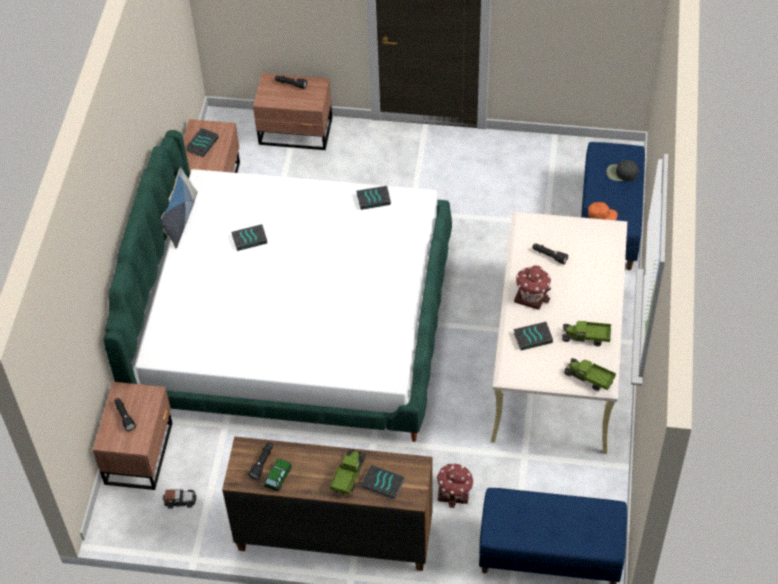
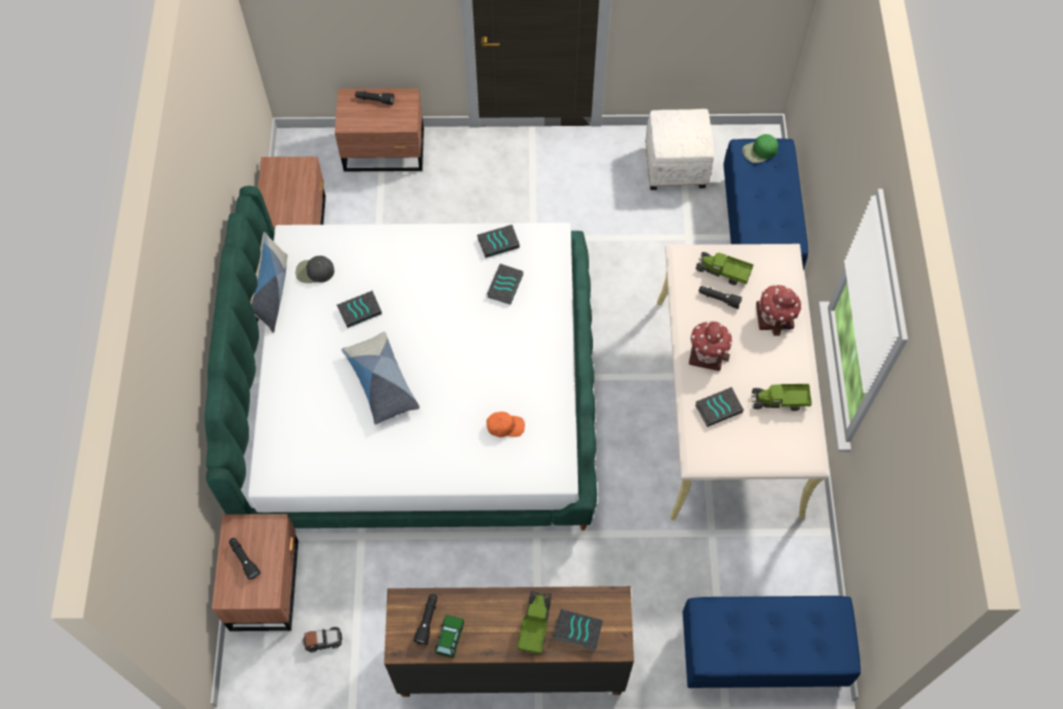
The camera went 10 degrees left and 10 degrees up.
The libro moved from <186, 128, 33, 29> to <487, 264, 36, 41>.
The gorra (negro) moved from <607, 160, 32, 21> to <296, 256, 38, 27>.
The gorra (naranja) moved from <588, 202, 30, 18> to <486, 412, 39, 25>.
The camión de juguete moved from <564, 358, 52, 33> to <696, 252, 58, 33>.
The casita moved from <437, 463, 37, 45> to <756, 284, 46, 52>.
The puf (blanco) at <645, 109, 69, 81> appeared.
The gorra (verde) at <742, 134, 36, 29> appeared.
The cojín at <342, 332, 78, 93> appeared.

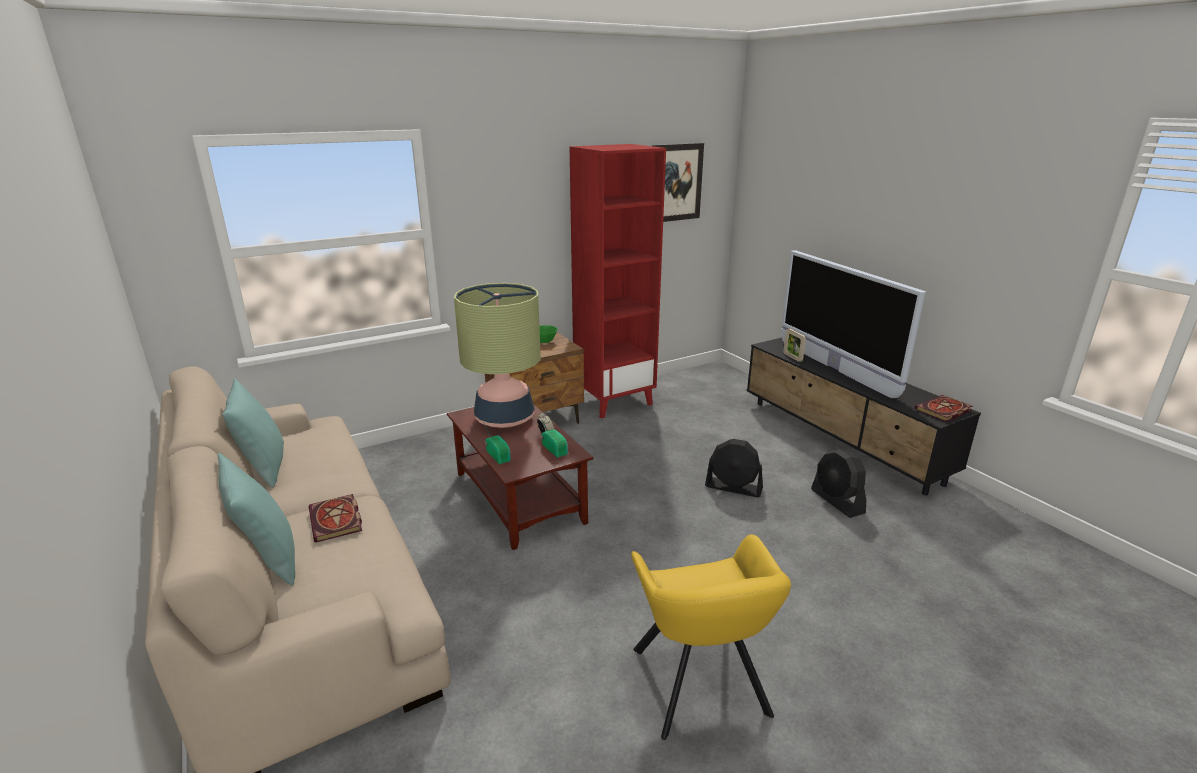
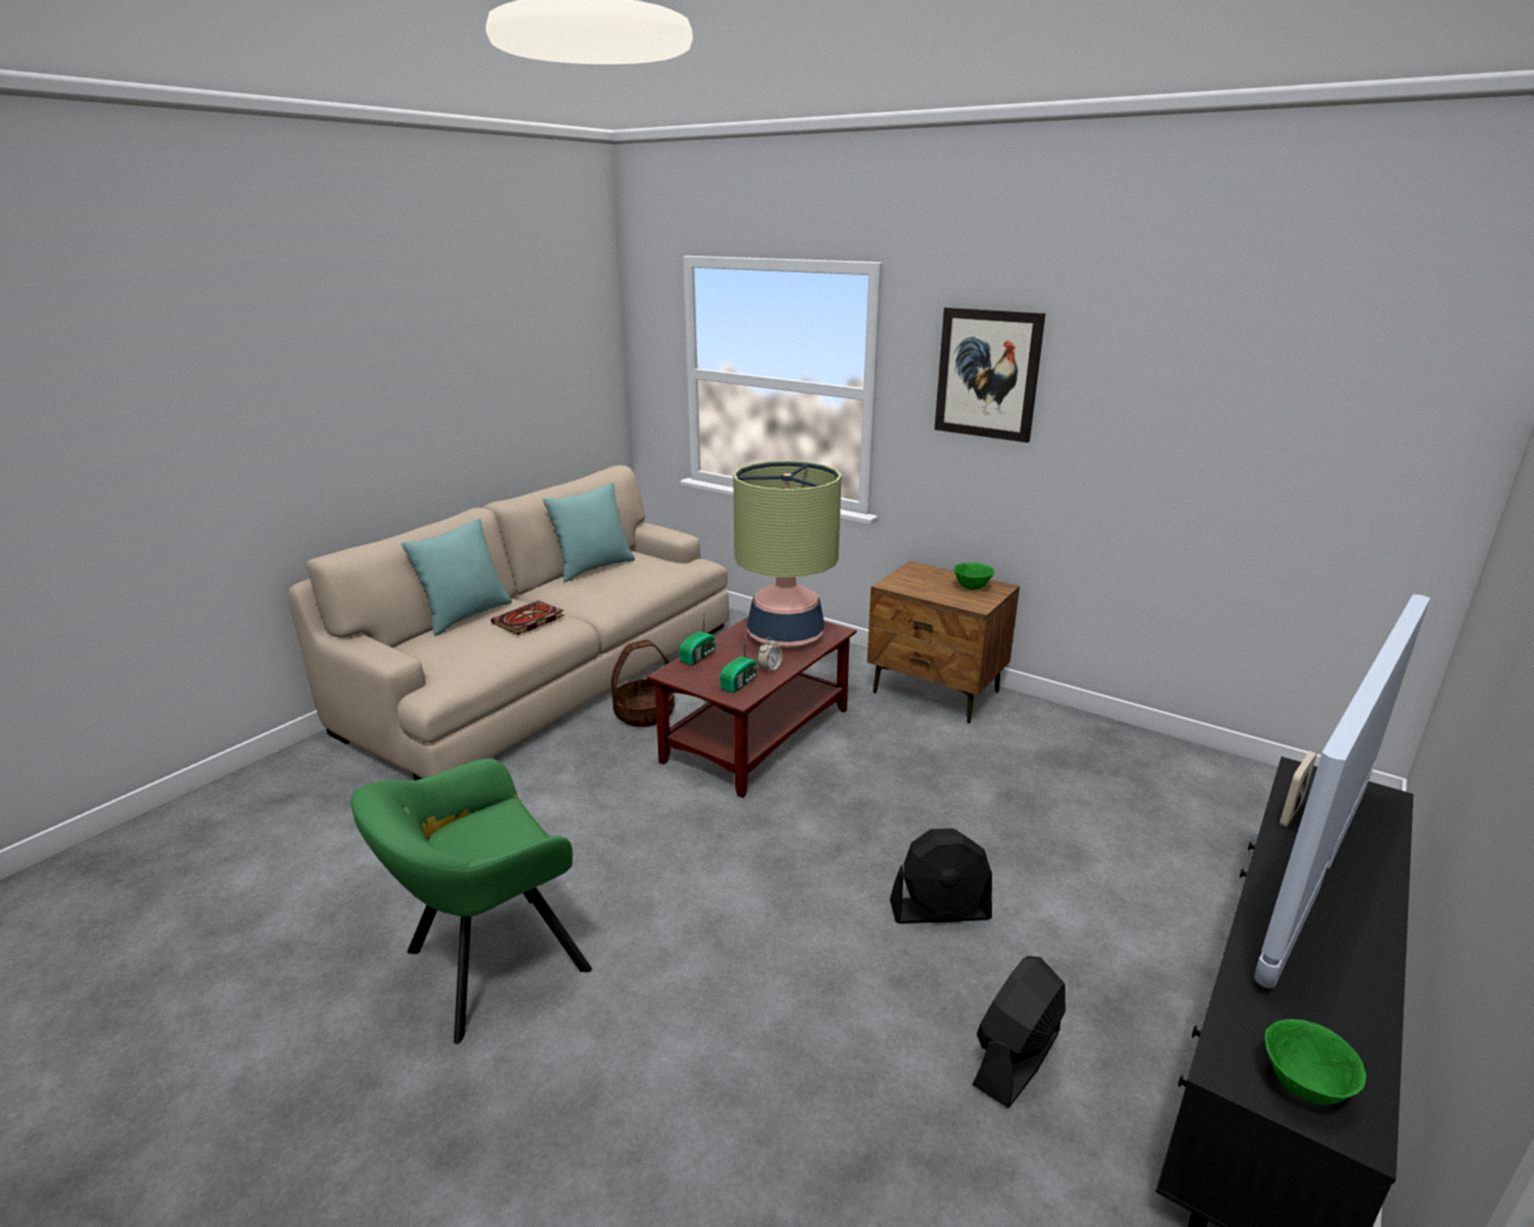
The camera went 65 degrees right and 0 degrees up.
The cuadro moved from <652, 143, 52, 79> to <934, 307, 112, 136>.
The estantería (rojo) at <570, 144, 96, 275> disappeared.
The libro at <915, 395, 58, 27> was replaced by the cuenco (verde) at <1265, 1019, 101, 86>.
The ventilador (negro) at <705, 439, 58, 58> turned 90 degrees counterclockwise.
The sillón (amarillo) at <632, 534, 159, 206> became the sillón (verde) at <351, 758, 241, 286>.
The cesta at <611, 640, 63, 87> appeared.

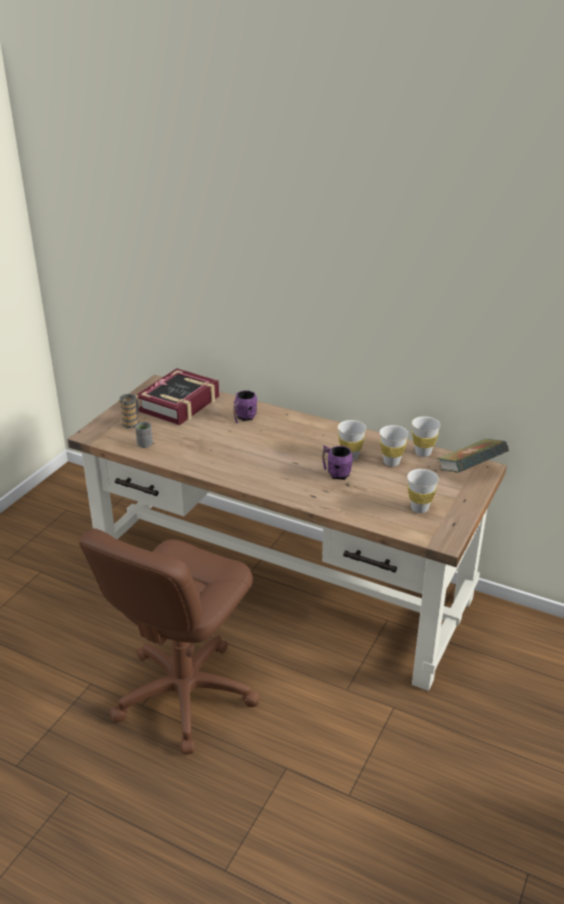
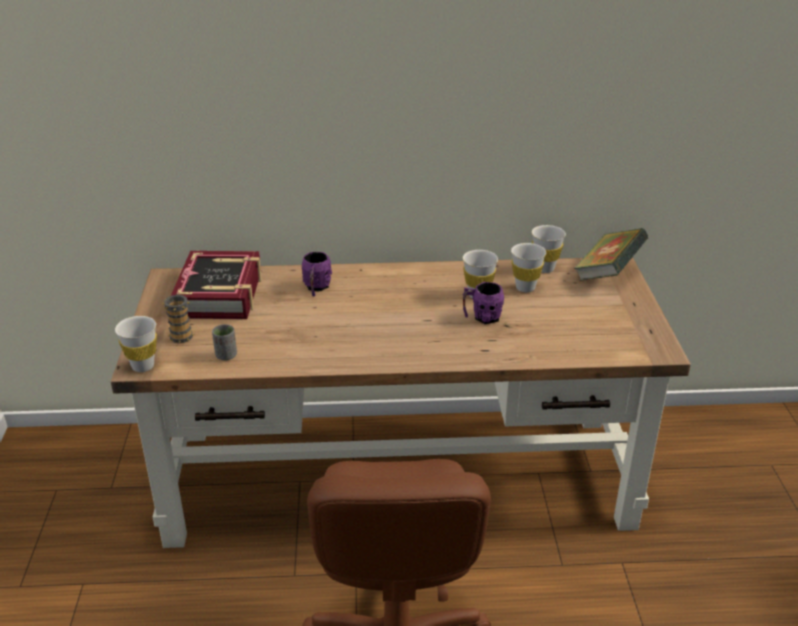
The camera went 30 degrees left and 0 degrees up.
The taza (blanco) moved from <407, 469, 32, 44> to <115, 316, 42, 56>.

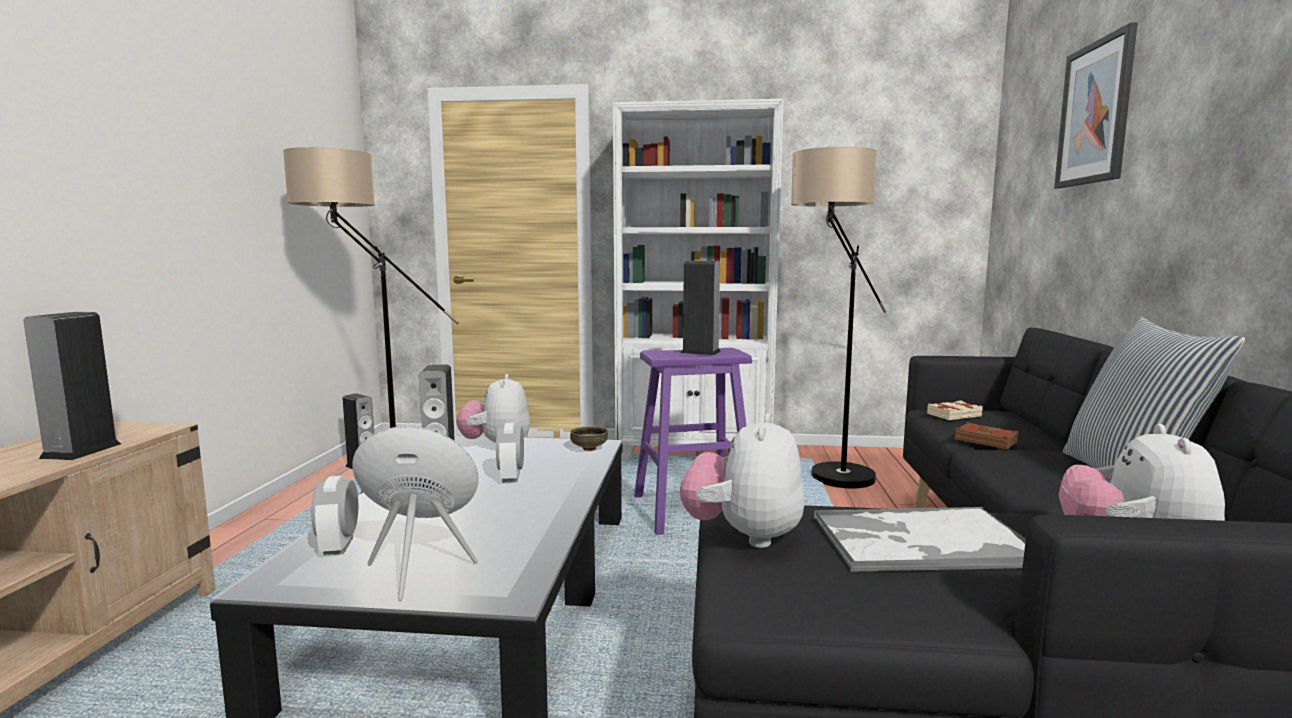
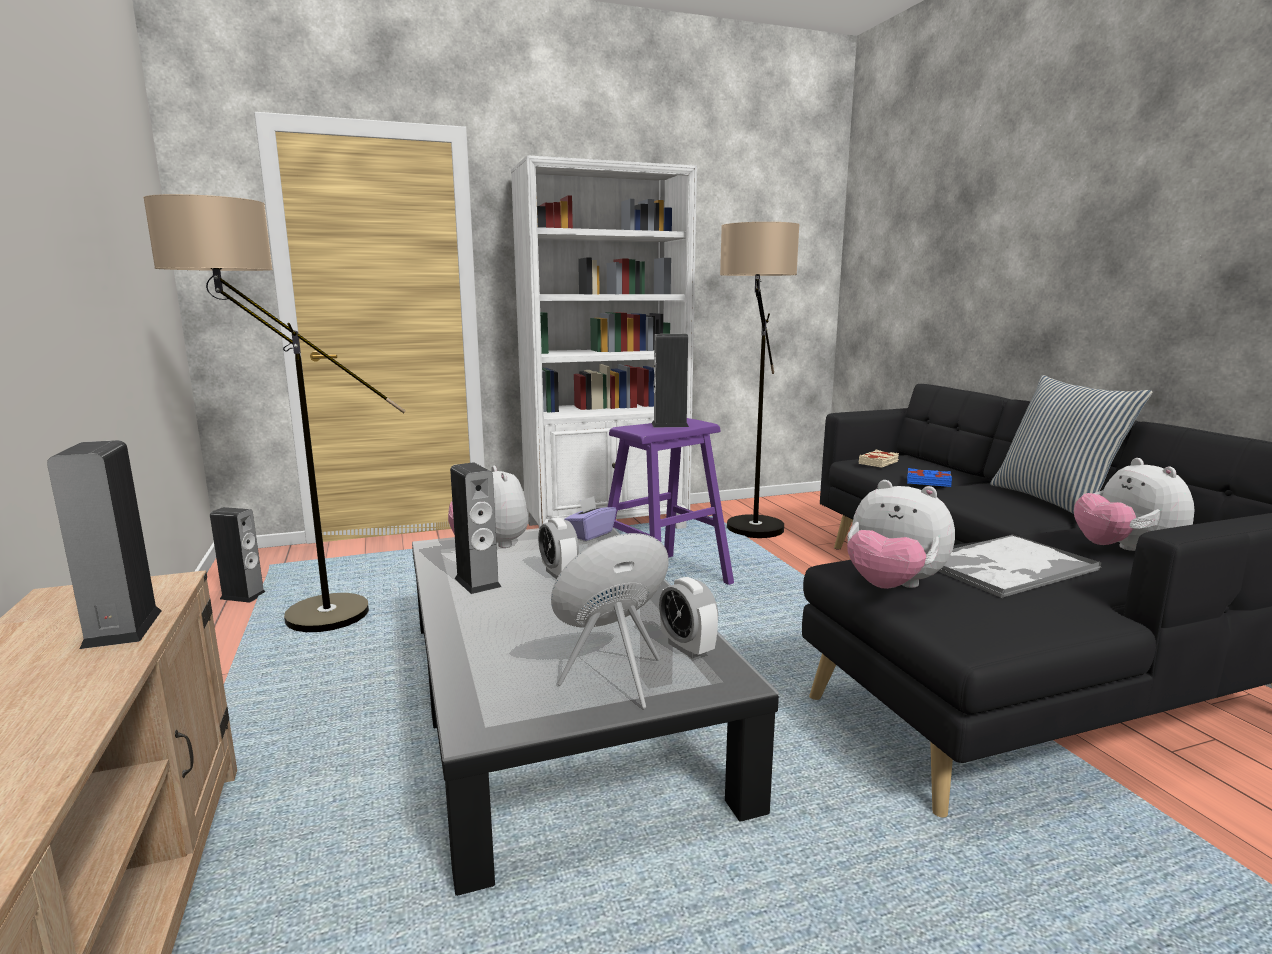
The camera went 25 degrees left and 5 degrees up.
The cuadro at <1054, 22, 84, 167> disappeared.
The peluche at <680, 413, 124, 135> turned 45 degrees counterclockwise.
The libro (marrón) at <955, 422, 64, 27> became the libro (azul) at <907, 468, 45, 19>.
The cuenco at <570, 426, 38, 25> was replaced by the caja de pañuelos (morado) at <564, 496, 52, 45>.
The despertador moved from <311, 476, 47, 80> to <659, 577, 59, 82>.

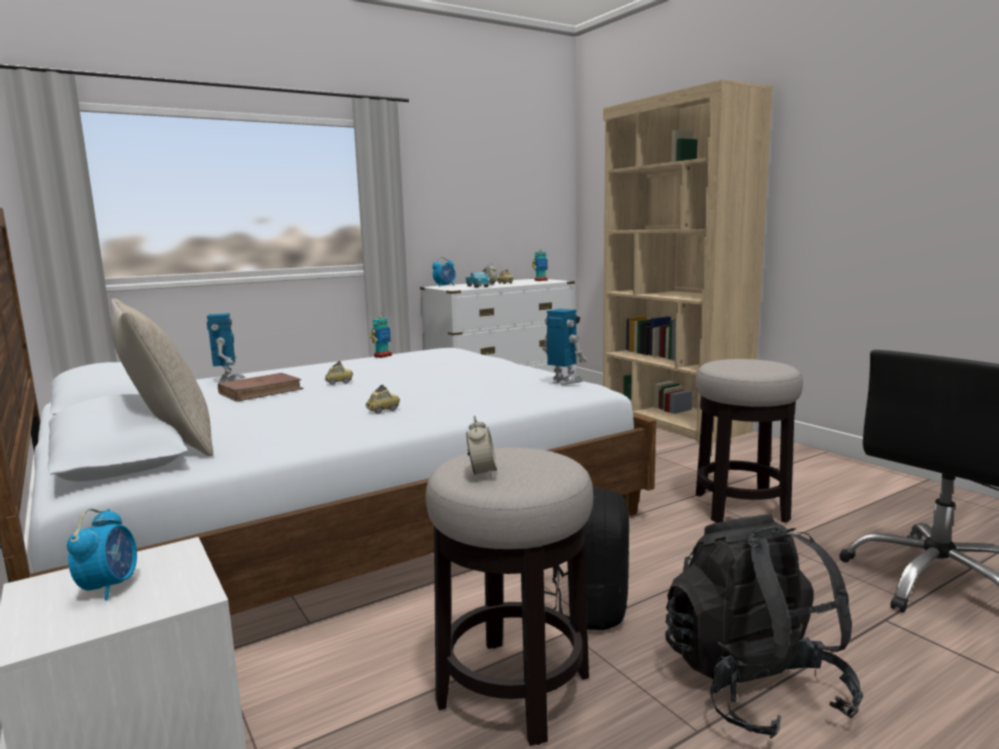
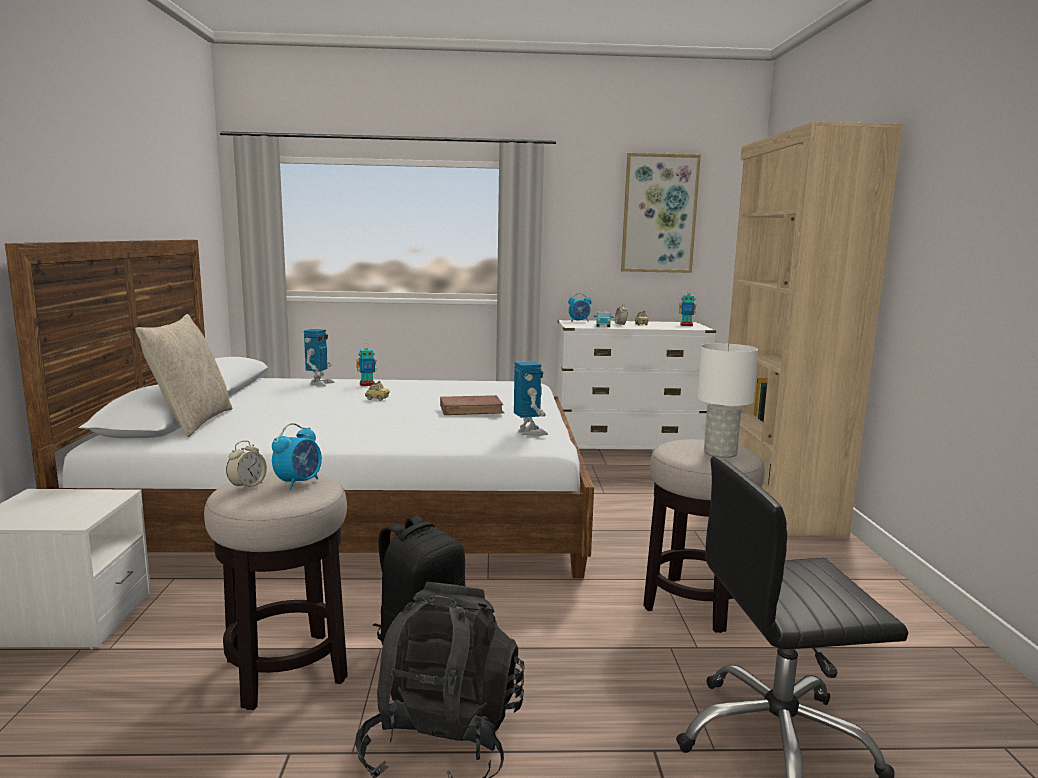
The camera went 30 degrees right and 0 degrees up.
The robot de juguete moved from <370, 313, 22, 45> to <356, 343, 21, 43>.
The libro (marrón) moved from <218, 373, 86, 29> to <440, 395, 64, 20>.
The coche de juguete at <366, 385, 34, 29> disappeared.
The despertador moved from <67, 509, 70, 92> to <272, 423, 50, 67>.
The cuadro at <621, 153, 80, 120> appeared.
The lámpara de mesa (blanco) at <697, 343, 61, 115> appeared.

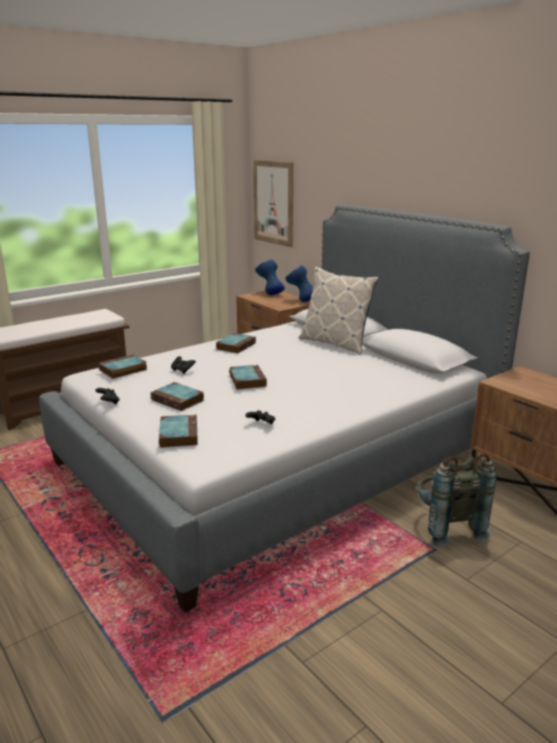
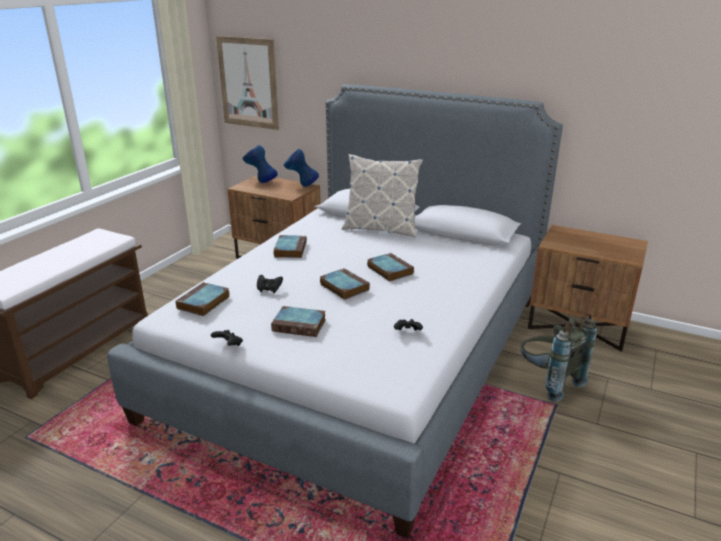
The camera went 25 degrees left and 5 degrees up.
The libro moved from <159, 414, 39, 34> to <367, 253, 47, 29>.

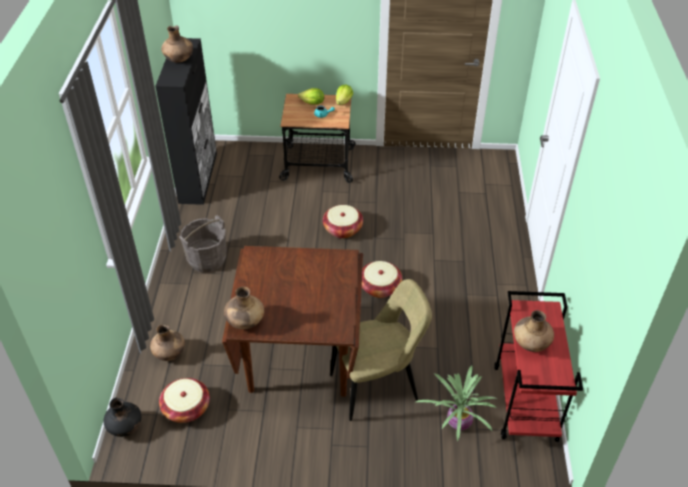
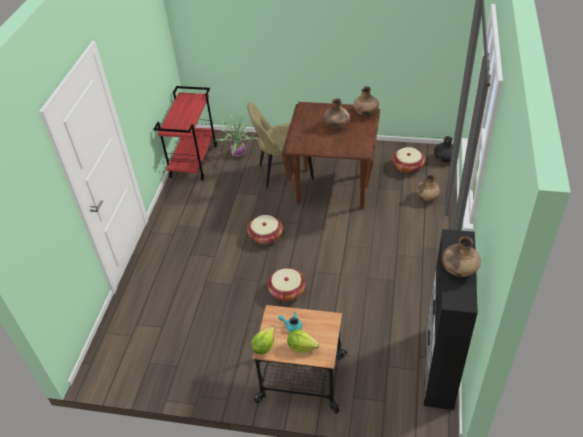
The camera went 170 degrees left and 0 degrees up.
The cubo (gris) at <179, 215, 48, 57> disappeared.
The florero (marrón) moved from <514, 310, 40, 42> to <324, 98, 26, 31>.

